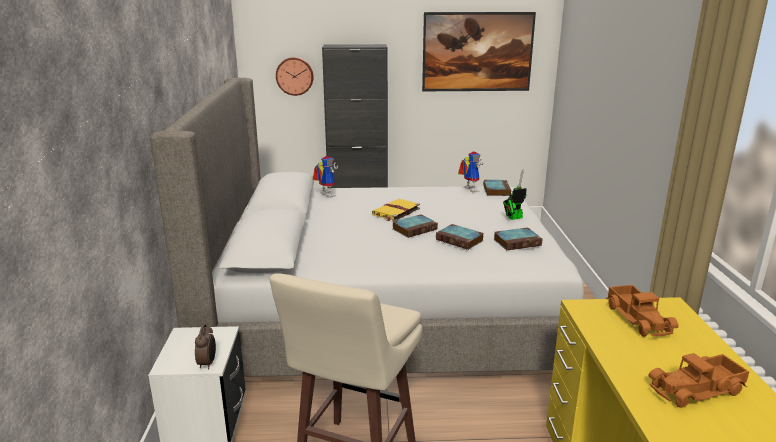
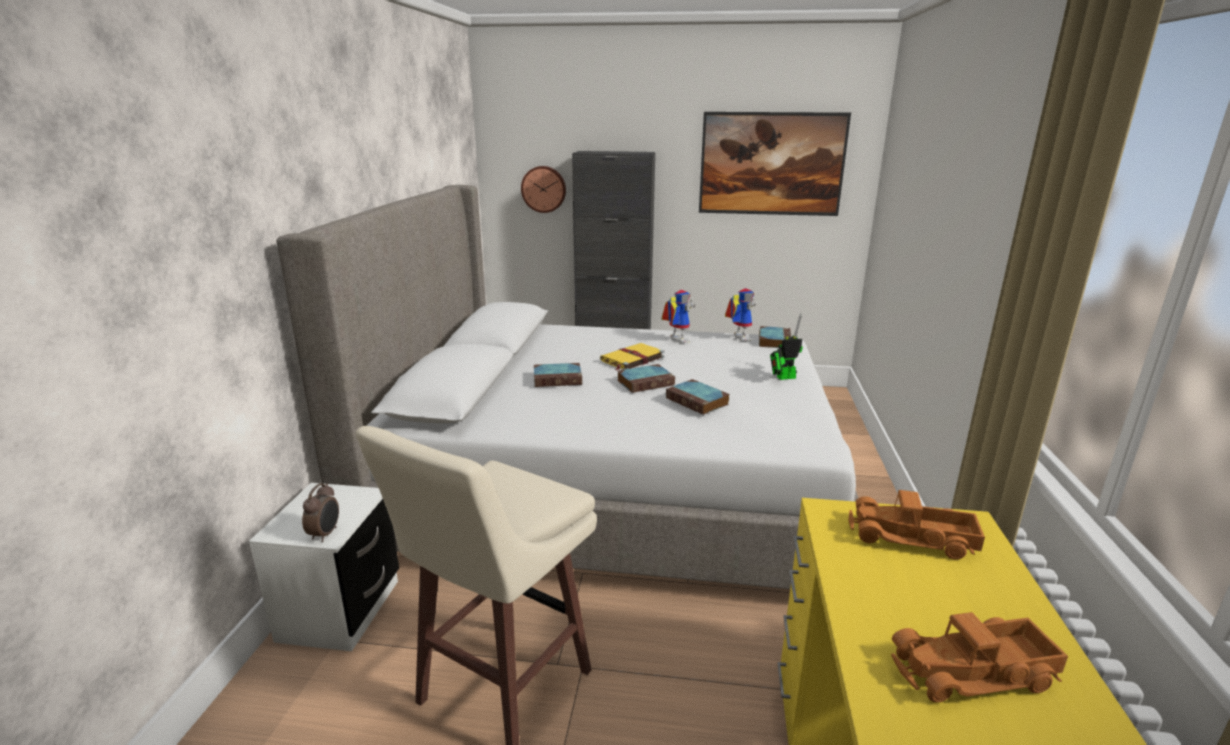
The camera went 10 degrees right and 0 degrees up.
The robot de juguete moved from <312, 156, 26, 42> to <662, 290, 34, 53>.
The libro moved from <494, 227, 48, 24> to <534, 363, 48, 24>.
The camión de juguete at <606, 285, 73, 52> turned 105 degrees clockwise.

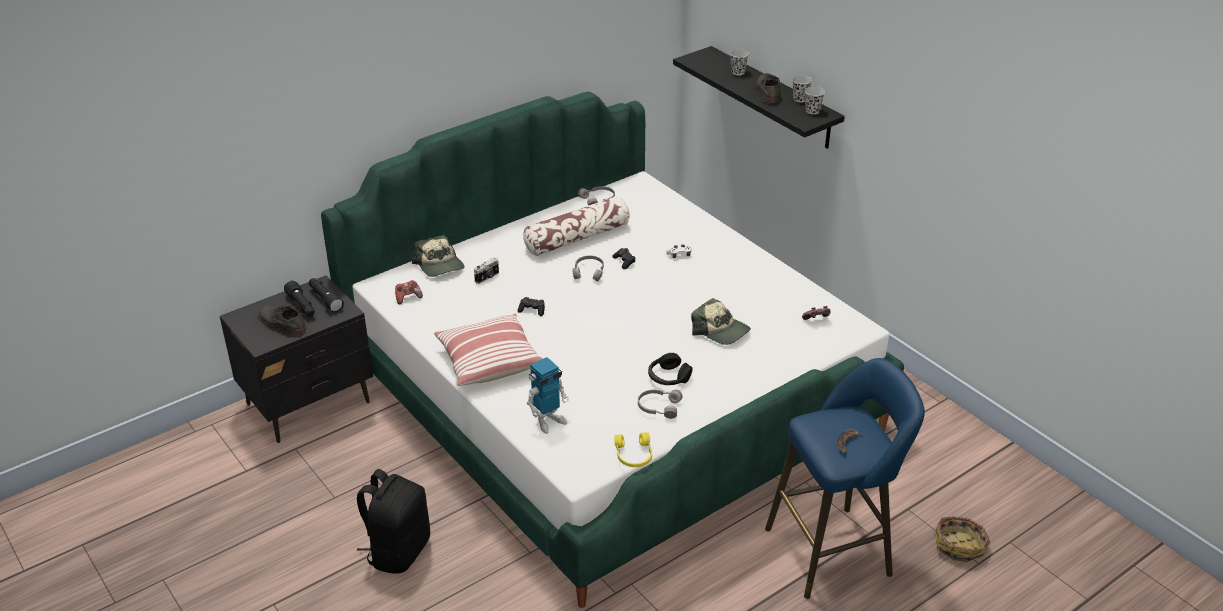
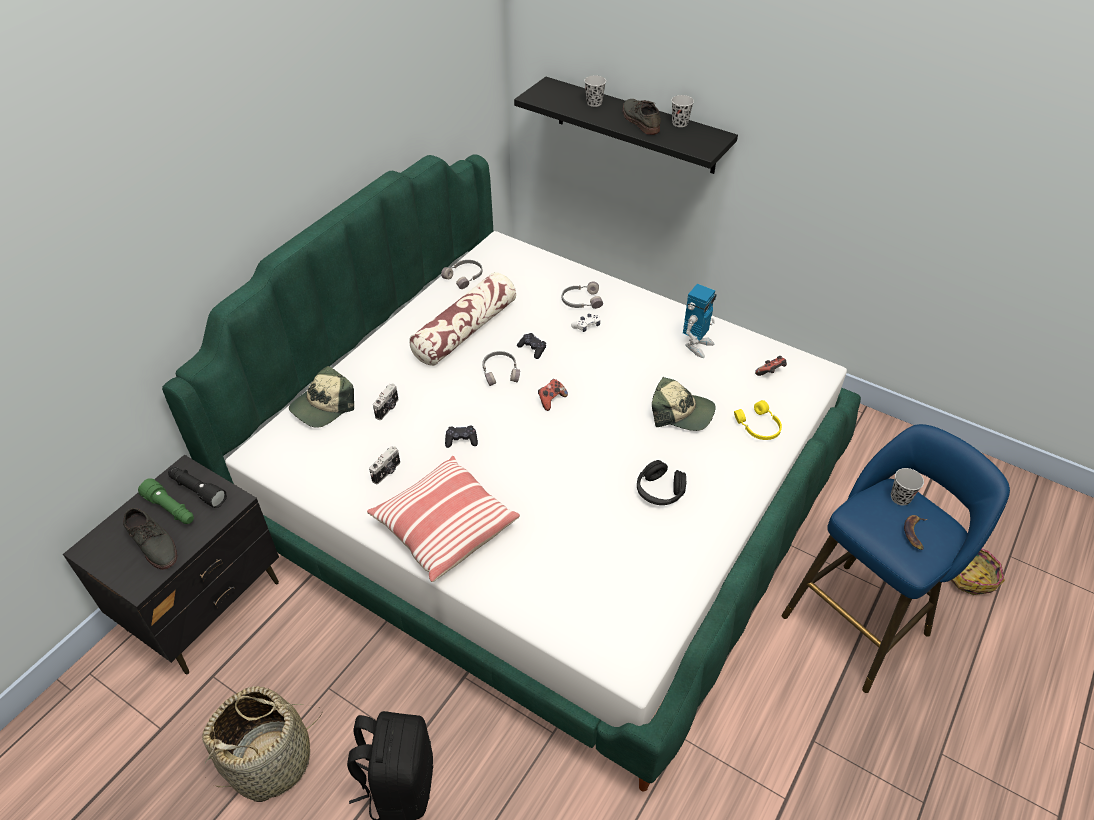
The camera went 20 degrees left and 10 degrees up.
The taza (negro) moved from <805, 87, 20, 27> to <891, 468, 33, 38>.
The gorra at <412, 235, 52, 42> turned 90 degrees clockwise.
The mando de consola moved from <395, 280, 28, 24> to <538, 379, 30, 32>.
The linterna (negro) at <284, 281, 31, 36> became the linterna (verde) at <138, 478, 56, 46>.
The zapato (gris) at <258, 305, 48, 30> turned 150 degrees counterclockwise.
The robot de juguete moved from <527, 357, 42, 77> to <683, 284, 34, 74>.
The auriculares (gris) moved from <638, 390, 45, 29> to <562, 281, 41, 28>.
The auriculares (amarillo) moved from <614, 432, 38, 35> to <734, 400, 48, 40>.
The cámara at <369, 446, 31, 38> appeared.
The cesta at <202, 686, 120, 116> appeared.

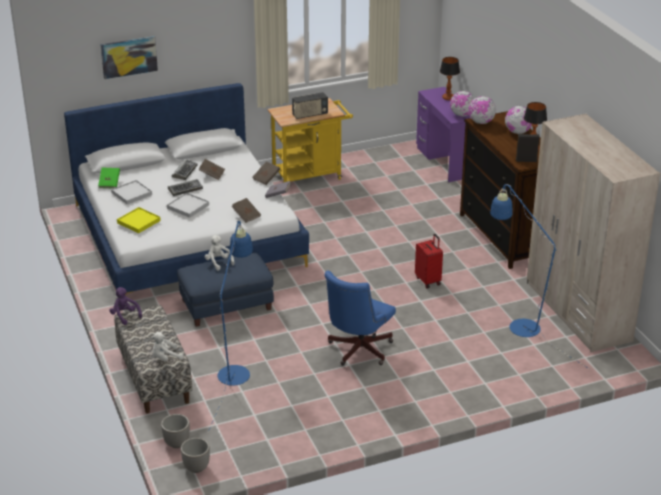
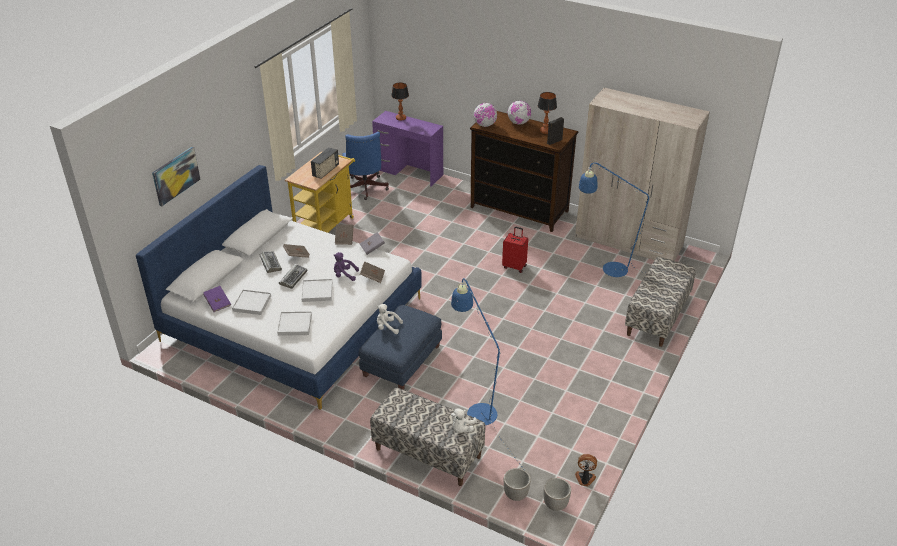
The camera went 40 degrees left and 5 degrees up.
The globo terráqueo at <450, 91, 25, 26> disappeared.
The libro (verde) at <98, 168, 22, 21> became the libro (morado) at <203, 286, 28, 26>.
The bandeja (amarillo) at <117, 207, 44, 26> became the bandeja (blanco) at <277, 311, 35, 25>.
The silla de oficina (azul) moved from <325, 271, 71, 94> to <342, 132, 47, 68>.
The peluche (morado) moved from <109, 287, 33, 38> to <333, 252, 26, 29>.
The banco at <625, 256, 71, 91> appeared.
The ventilador at <575, 454, 22, 32> appeared.

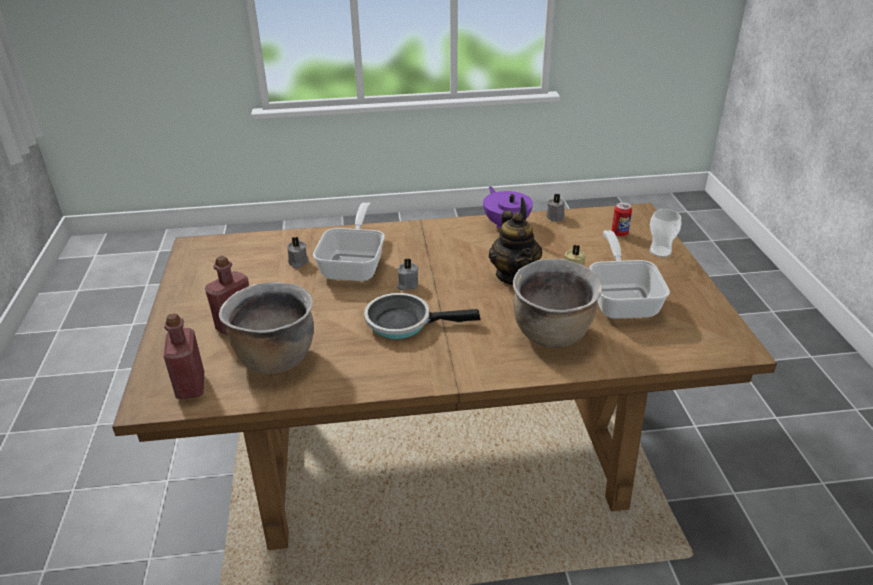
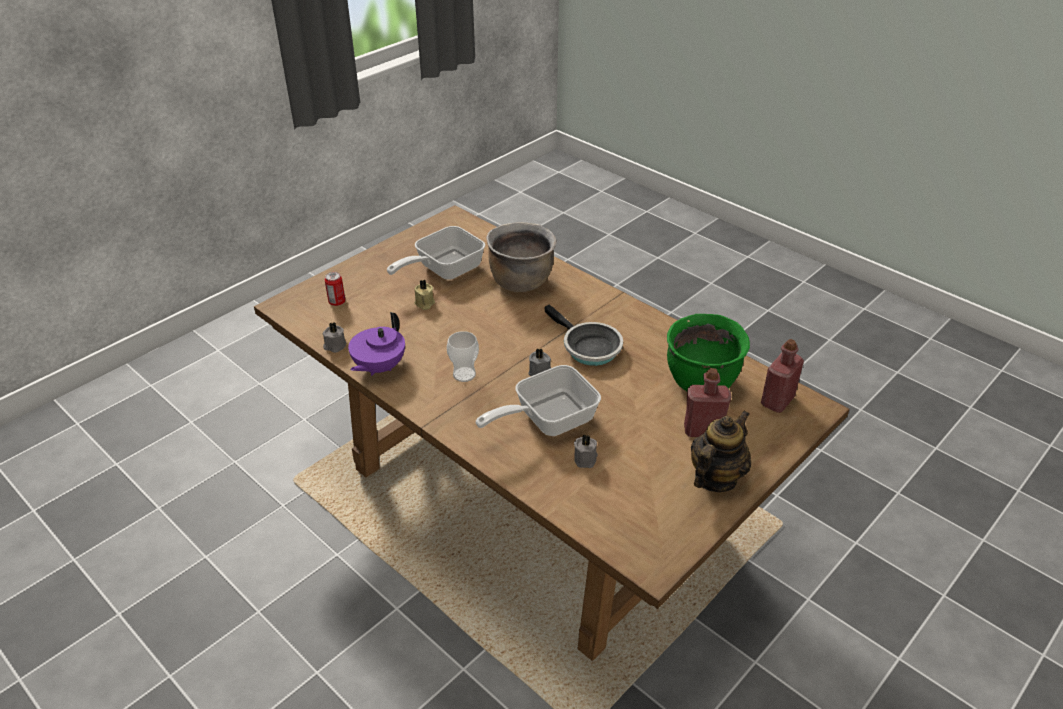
The camera went 130 degrees left and 5 degrees up.
The taza moved from <649, 209, 33, 48> to <447, 331, 32, 51>.
The tetera moved from <489, 211, 53, 74> to <691, 410, 60, 82>.
The olla (marrón) at <219, 282, 95, 92> became the olla (verde) at <667, 314, 83, 77>.

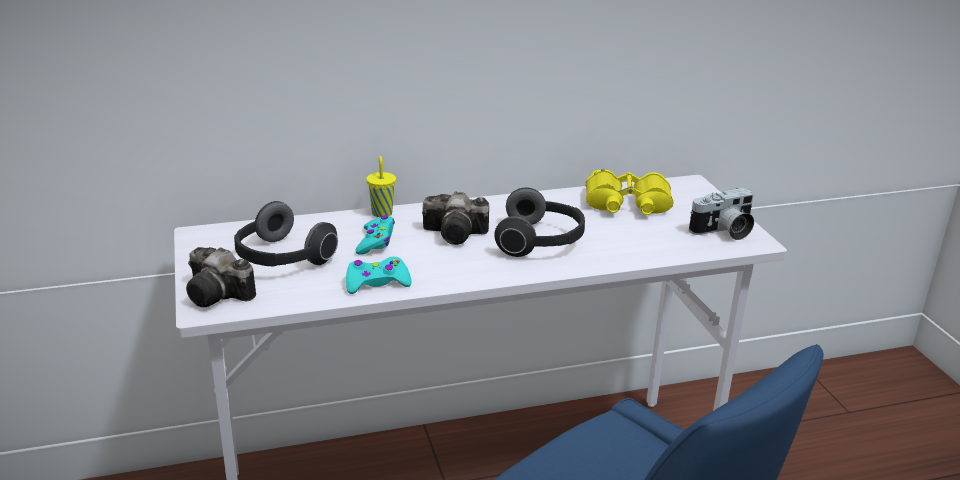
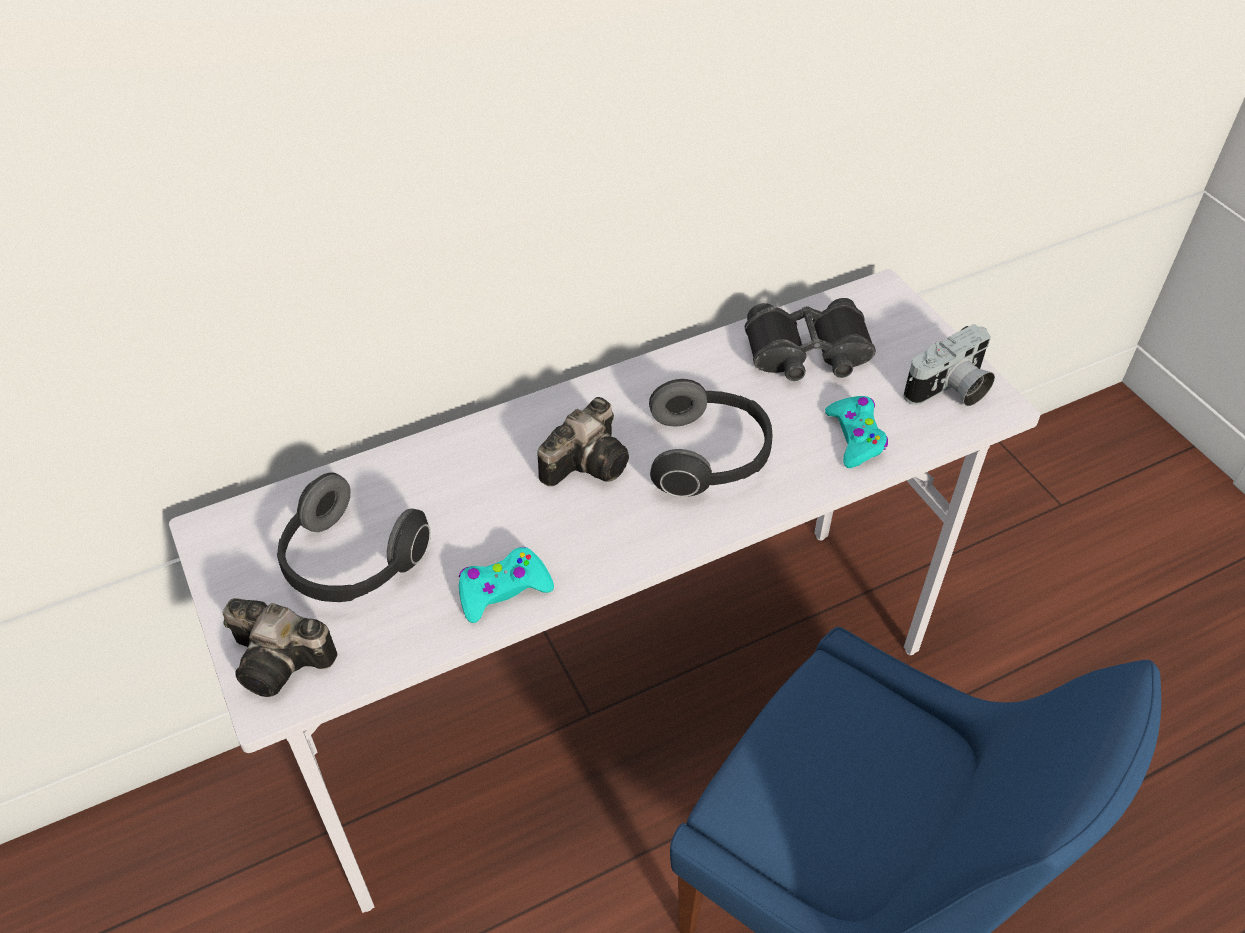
The camera went 10 degrees left and 20 degrees up.
The taza (amarillo) at <366, 156, 30, 61> disappeared.
The prismáticos (amarillo) at <586, 169, 87, 46> became the prismáticos (negro) at <745, 298, 131, 83>.
The cámara at <422, 191, 67, 54> turned 45 degrees counterclockwise.
The mando de consola (turquesa) moved from <356, 215, 39, 40> to <825, 396, 63, 72>.

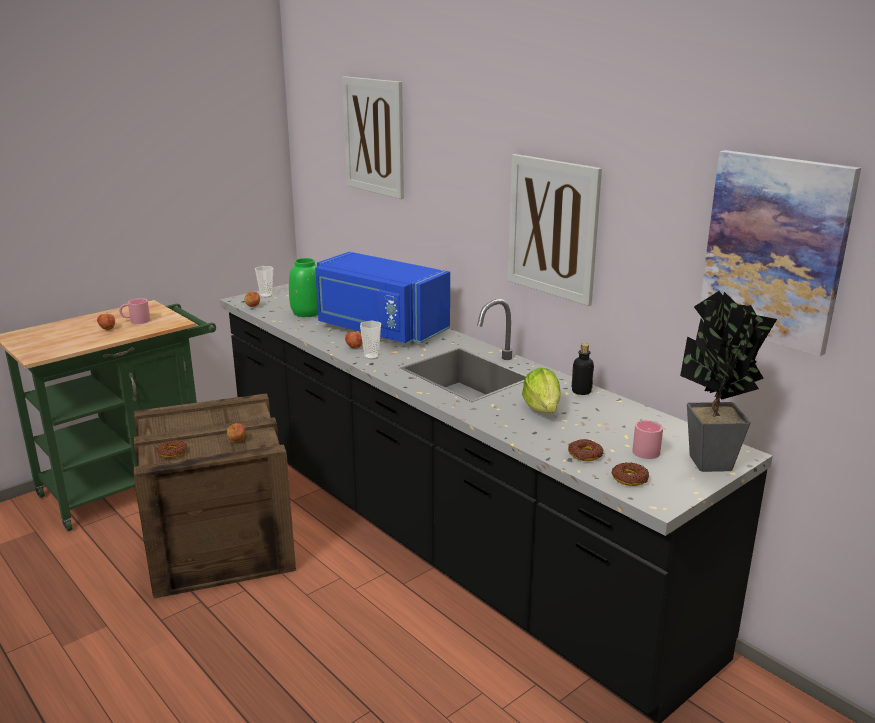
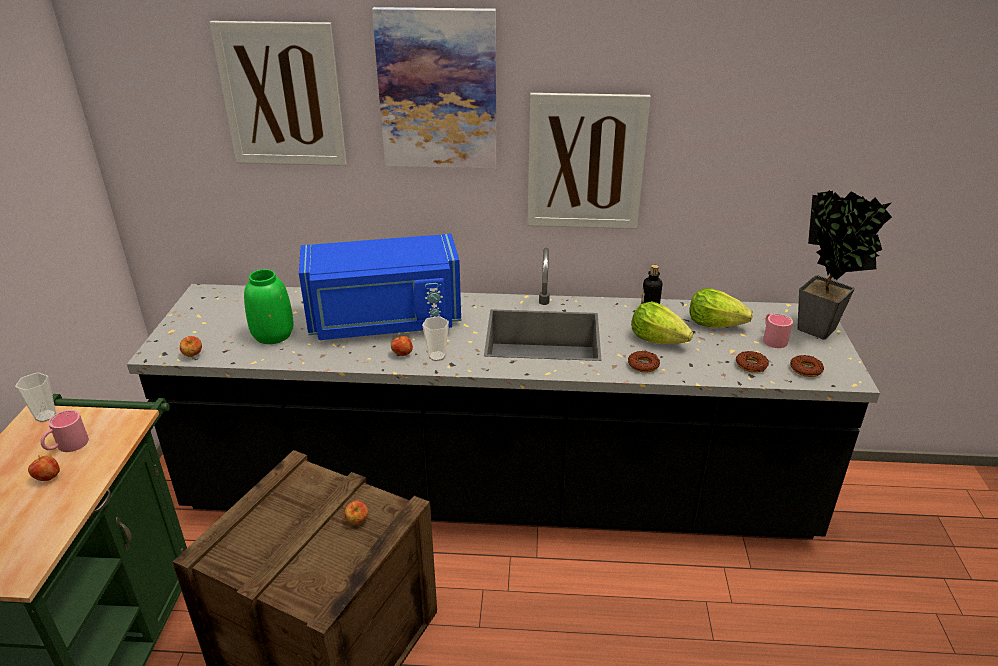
The camera went 45 degrees left and 10 degrees up.
The cuadro moved from <698, 150, 163, 206> to <372, 7, 124, 162>.
The taza moved from <255, 266, 18, 31> to <15, 373, 41, 49>.
The rosquilla moved from <157, 440, 30, 18> to <628, 351, 32, 22>.
The lechuga at <689, 288, 64, 40> appeared.

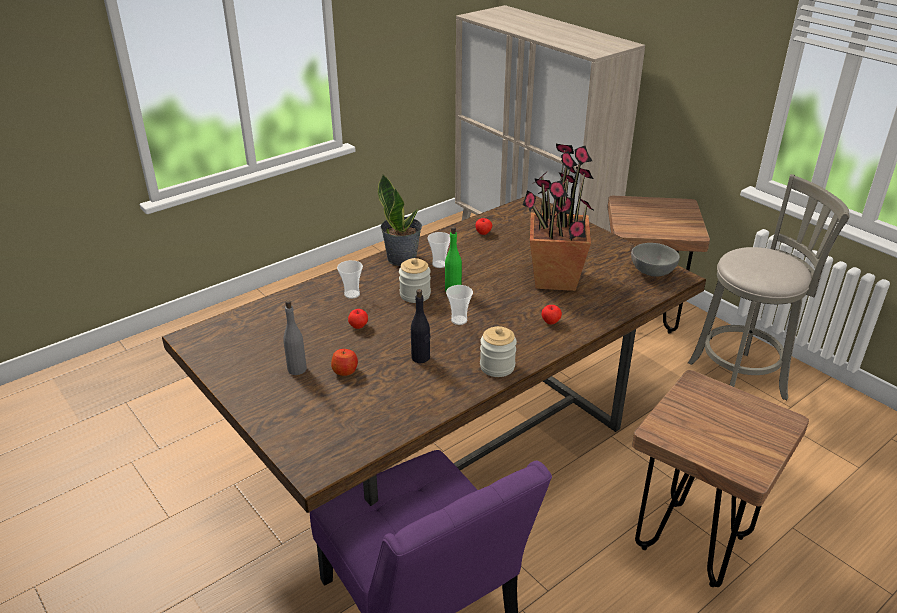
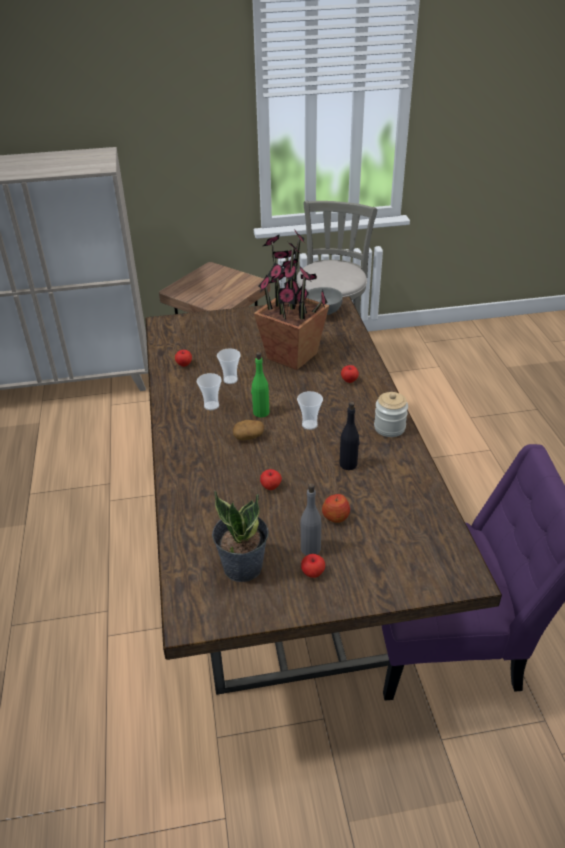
The camera went 60 degrees left and 5 degrees up.
The planta en maceta moved from <378, 174, 44, 92> to <212, 491, 57, 91>.
The tarro at <399, 258, 32, 45> was replaced by the patata at <233, 420, 31, 20>.
The taza moved from <337, 260, 26, 39> to <217, 349, 24, 35>.
The taburete (marrón) at <632, 370, 177, 217> disappeared.
The manzana at <301, 554, 24, 24> appeared.

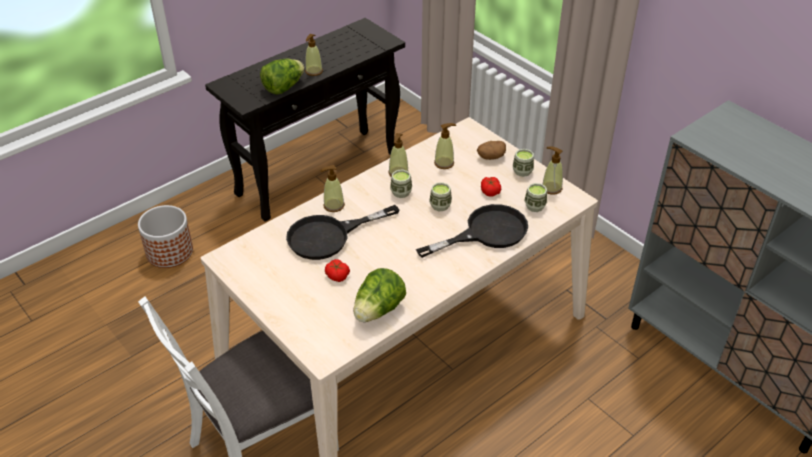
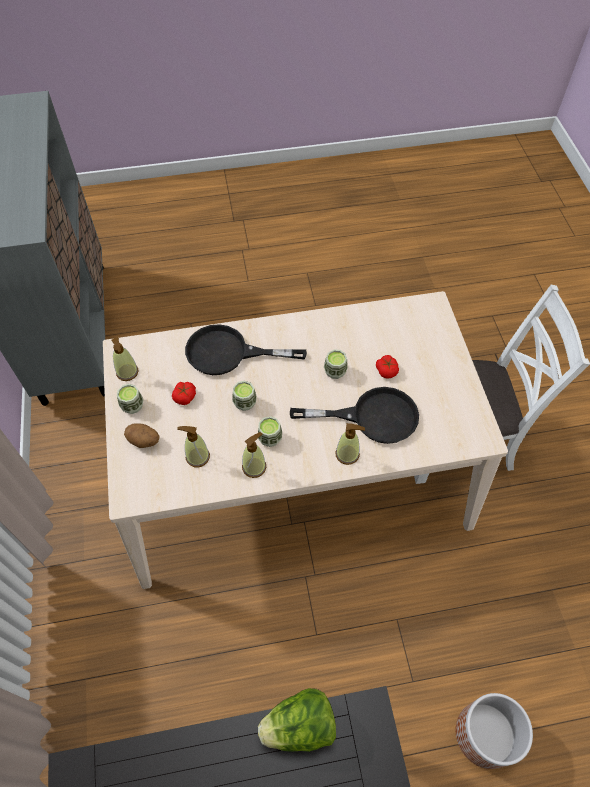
The camera went 150 degrees left and 15 degrees up.
The dispensador de jabón at <305, 34, 18, 42> disappeared.
The taza moved from <524, 183, 23, 29> to <324, 350, 24, 29>.
The lechuga at <353, 268, 53, 54> disappeared.

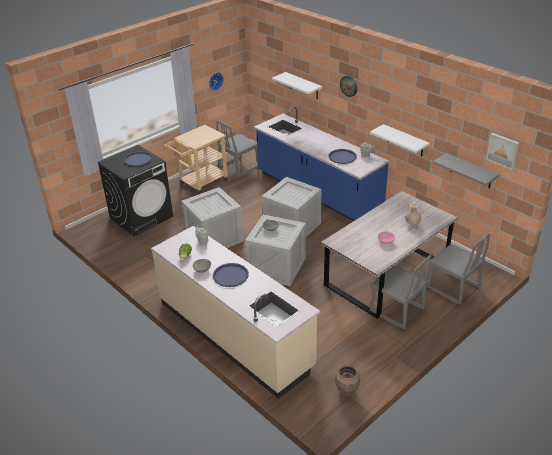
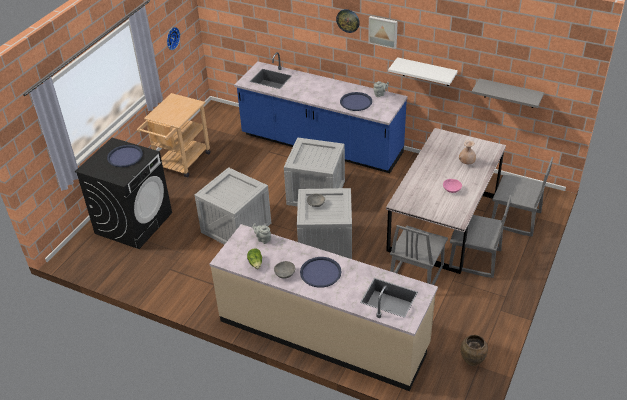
The camera went 20 degrees left and 5 degrees up.
The estante (blanco) at <272, 72, 50, 28> disappeared.
The silla (gris) moved from <216, 120, 42, 57> to <390, 225, 58, 60>.
The cuadro moved from <486, 133, 33, 37> to <368, 16, 30, 33>.

